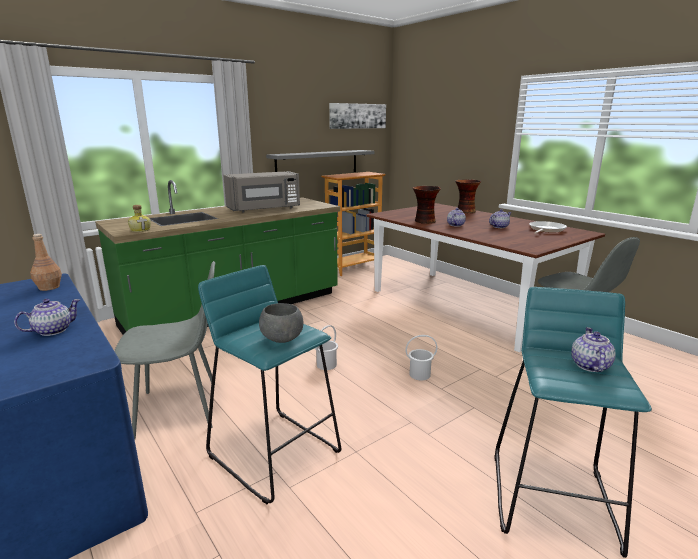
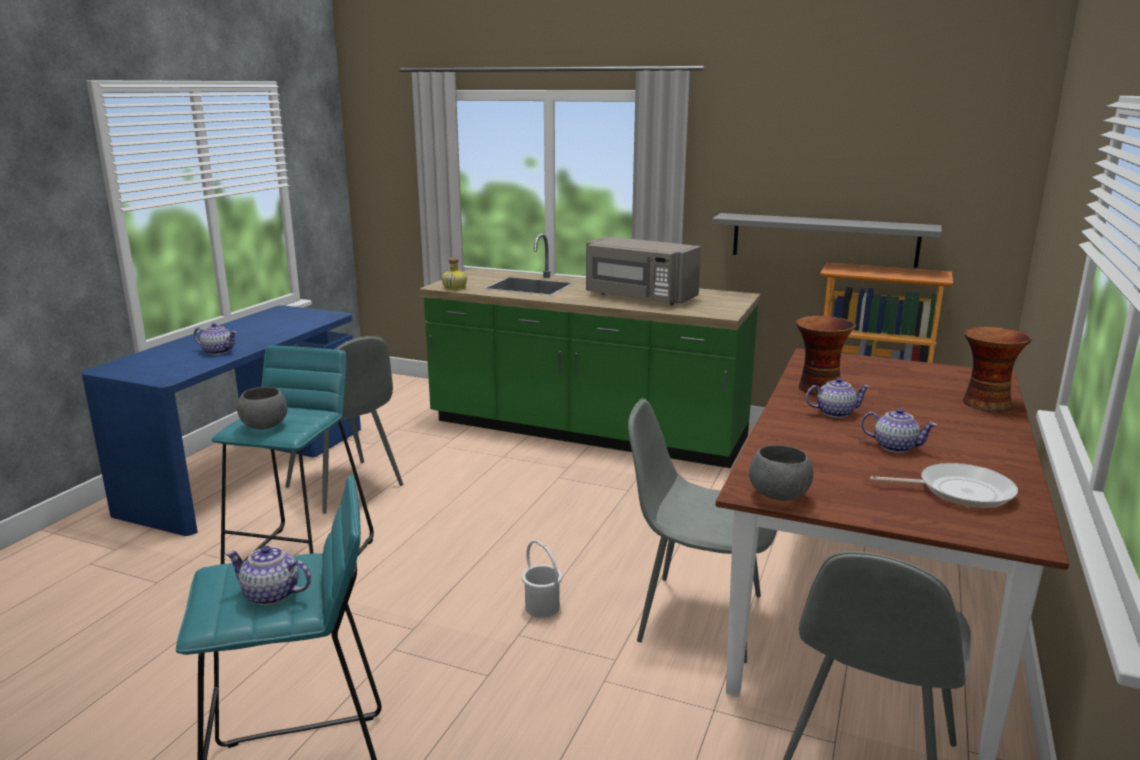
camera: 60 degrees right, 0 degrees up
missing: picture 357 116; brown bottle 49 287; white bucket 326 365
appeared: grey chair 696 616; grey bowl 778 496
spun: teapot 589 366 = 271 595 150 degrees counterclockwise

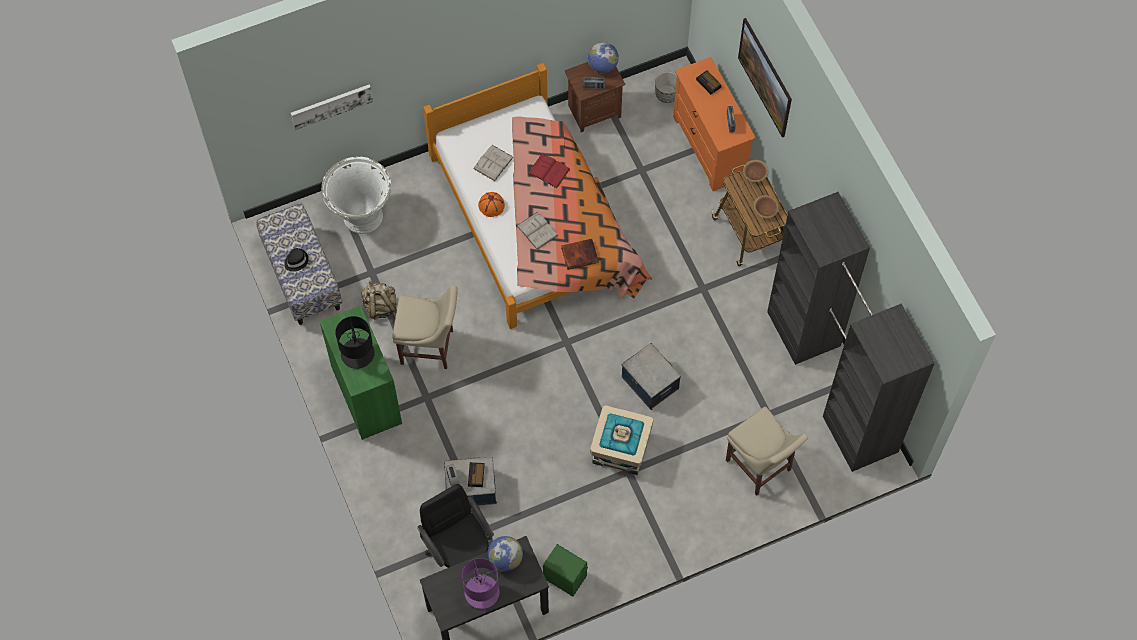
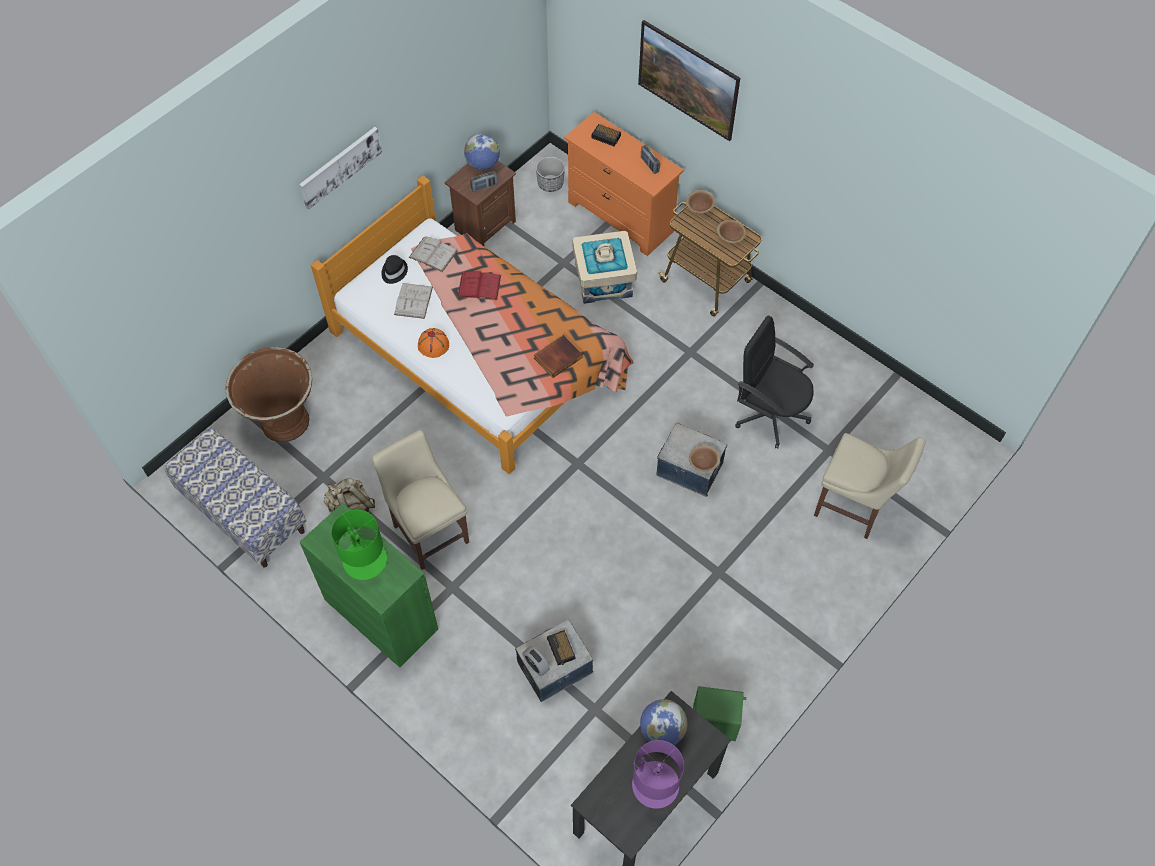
camera: 25 degrees left, 5 degrees down
missing: black wardrobe 832 381
appeared: brown bowl 703 462
relocated: picture 331 105 to 340 166; white book 537 230 to 433 254; black hat 296 261 to 394 271; beige storage box 621 448 to 603 280; black office chair 460 554 to 769 413
colour: white planter 362 216 to brown planter 284 422; black table lamp 357 353 to green table lamp 364 559
spun: beige chair 430 347 = 429 531 105 degrees counterclockwise

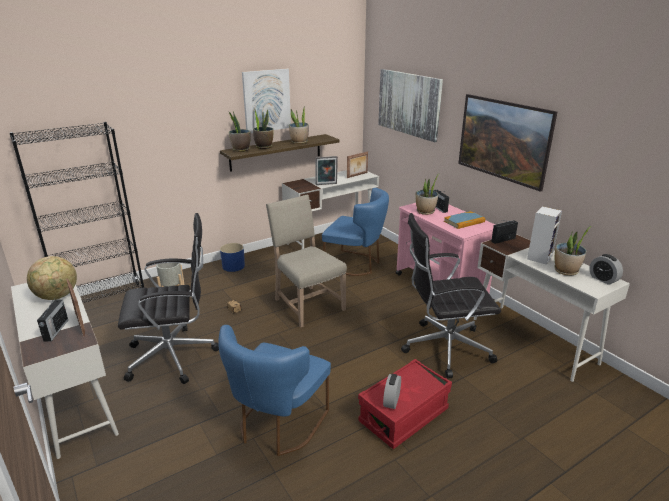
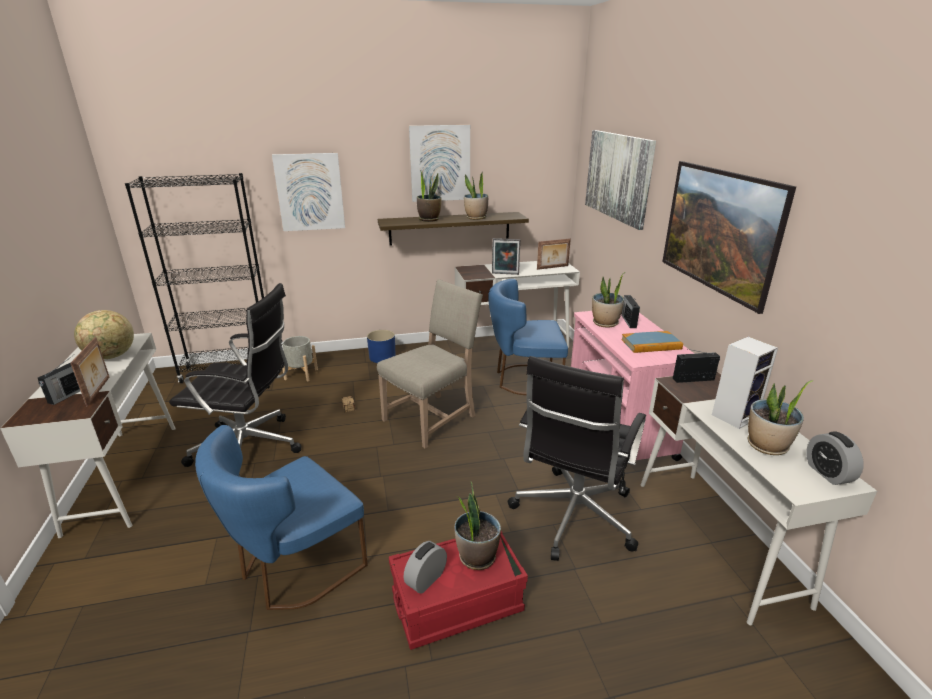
camera: 20 degrees right, 0 degrees up
appeared: picture 310 192
relocated: potted plant 240 150 to 476 556
spun: blue chair 356 264 = 524 379 135 degrees clockwise; beige chair 306 304 = 432 417 60 degrees clockwise; black office chair 444 348 = 572 517 75 degrees counterclockwise

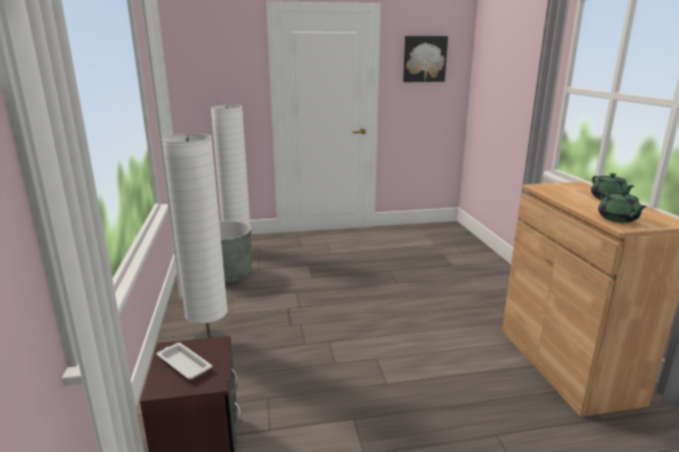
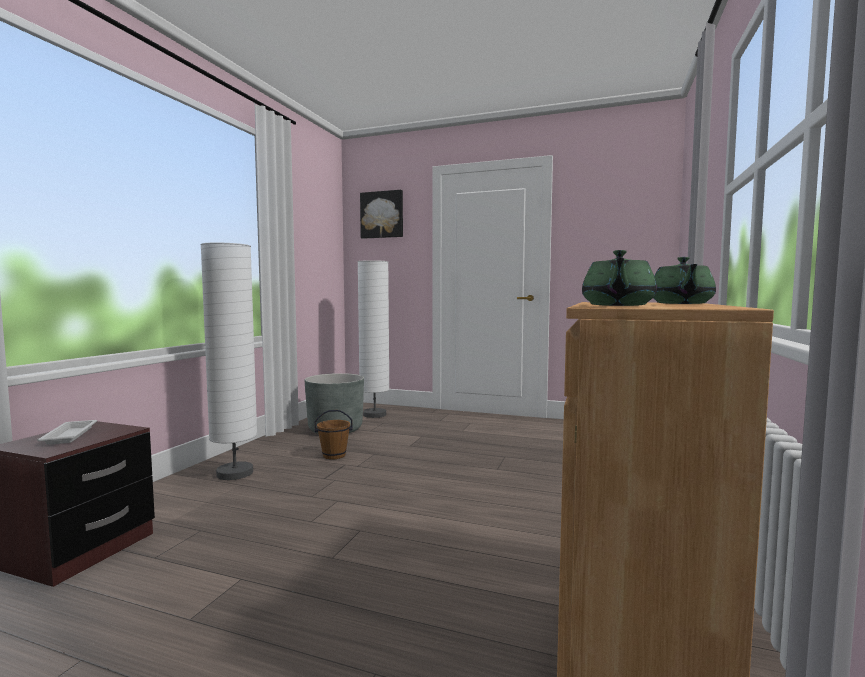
camera: 30 degrees right, 15 degrees down
appeared: brown bucket 334 455
relocated: picture 424 59 to 382 215

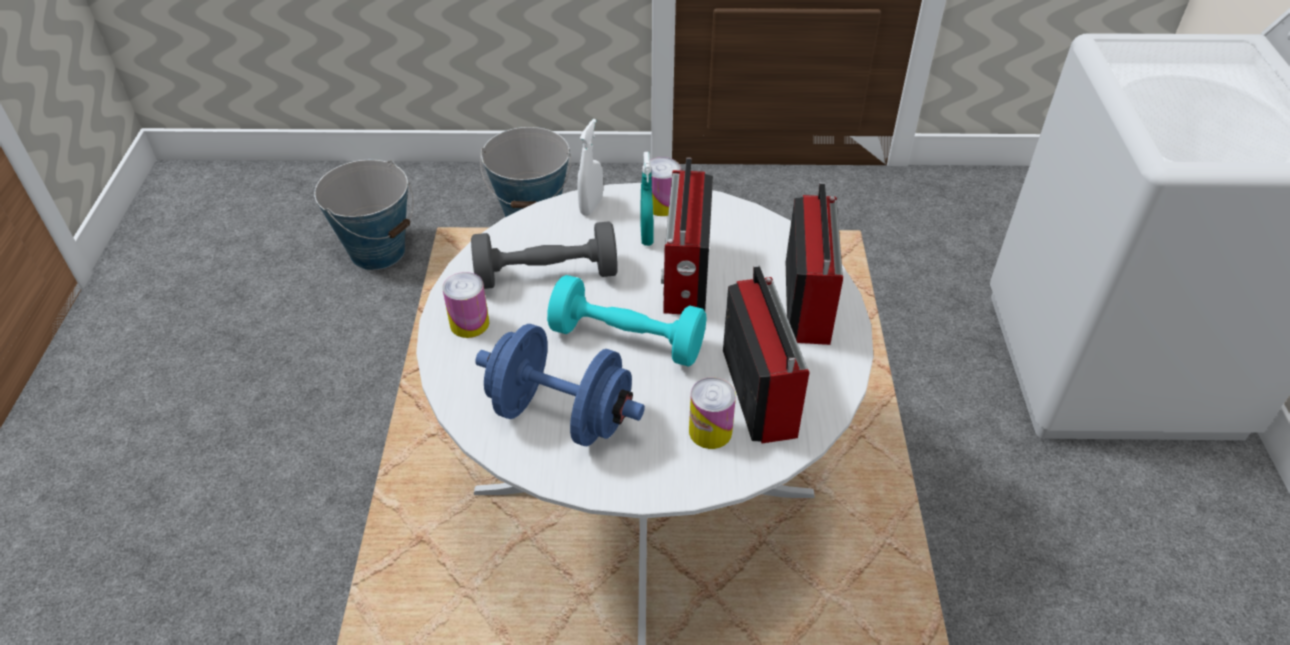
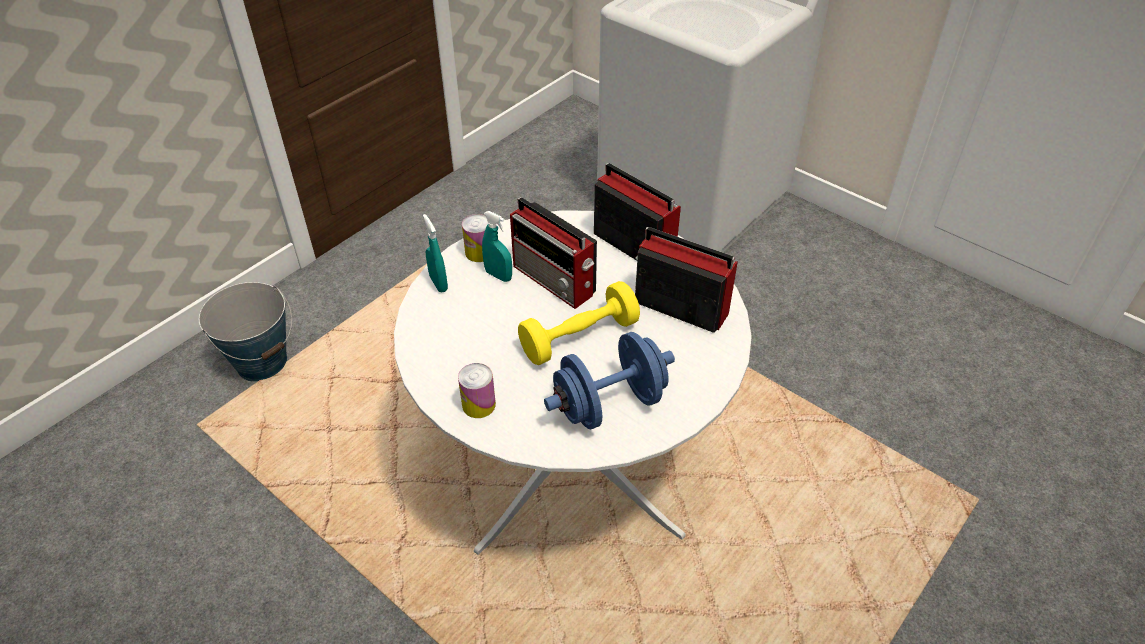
camera: 50 degrees left, 0 degrees up
missing: bucket 378 251; grey dumbbell 546 275; can 710 431
colour: white spray bottle 591 206 to turquoise spray bottle 438 283; turquoise dumbbell 627 340 to yellow dumbbell 579 338

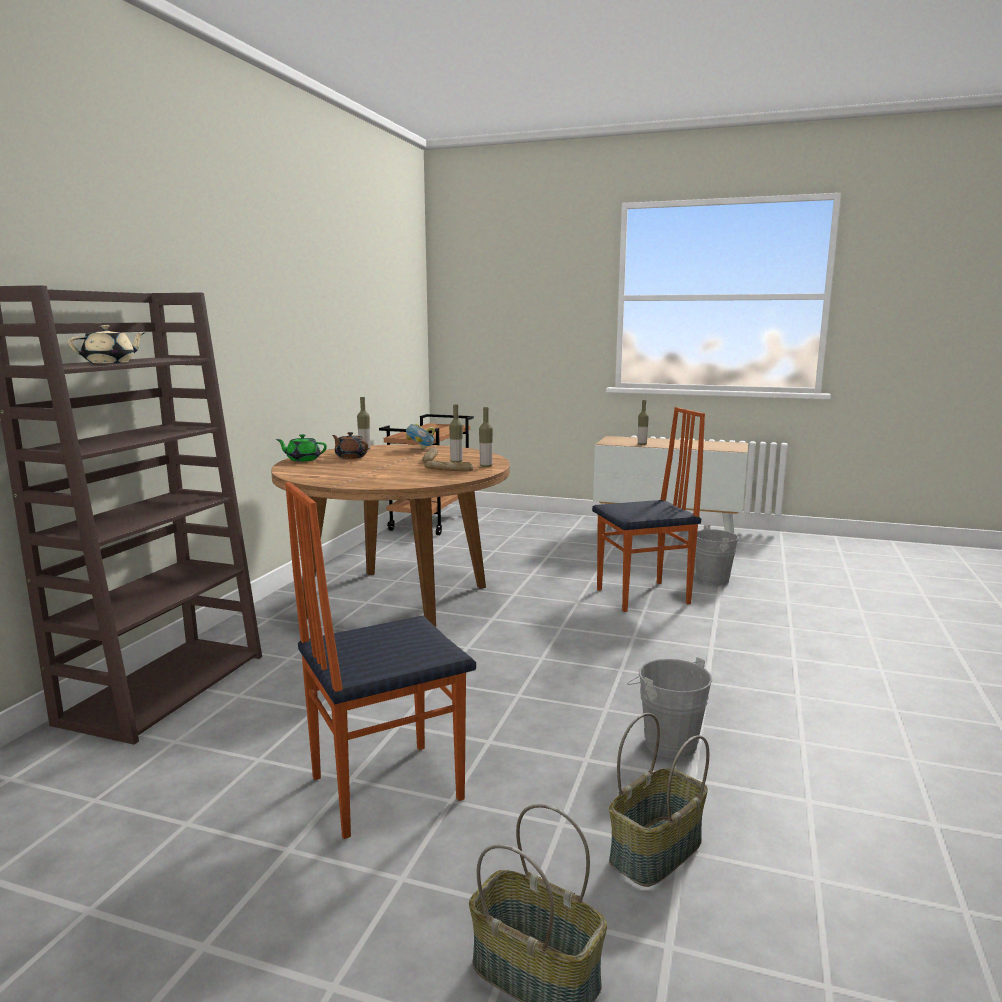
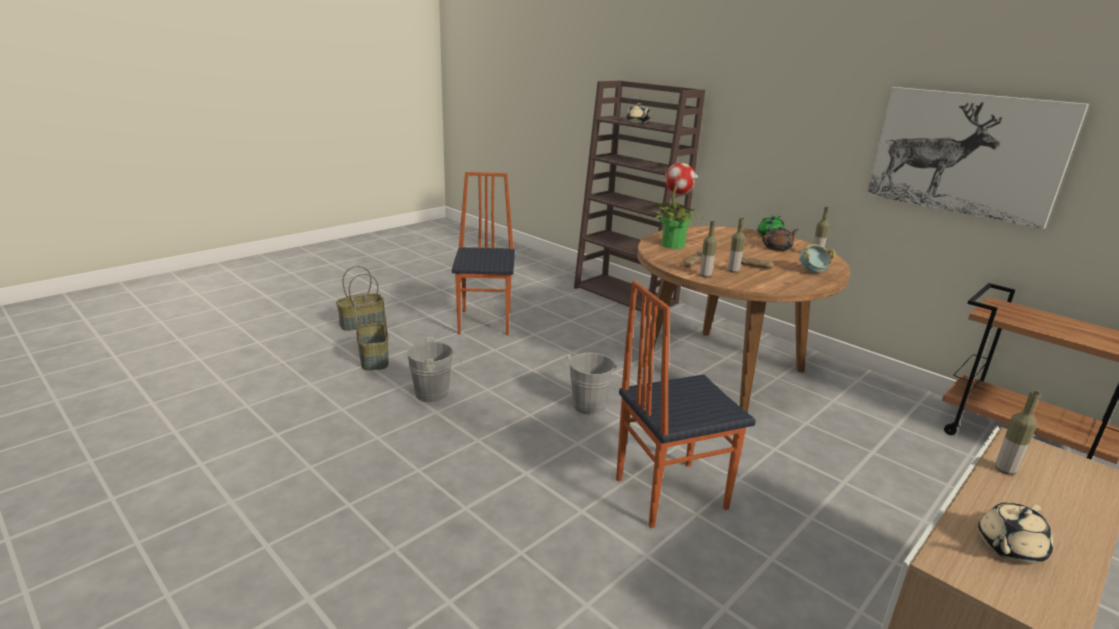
camera: 115 degrees right, 10 degrees up
appeared: picture 966 154; potted plant 672 245; beige teapot 1008 548
relocated: grey bucket 708 580 to 590 404
spun: chair 644 597 = 668 493 60 degrees clockwise

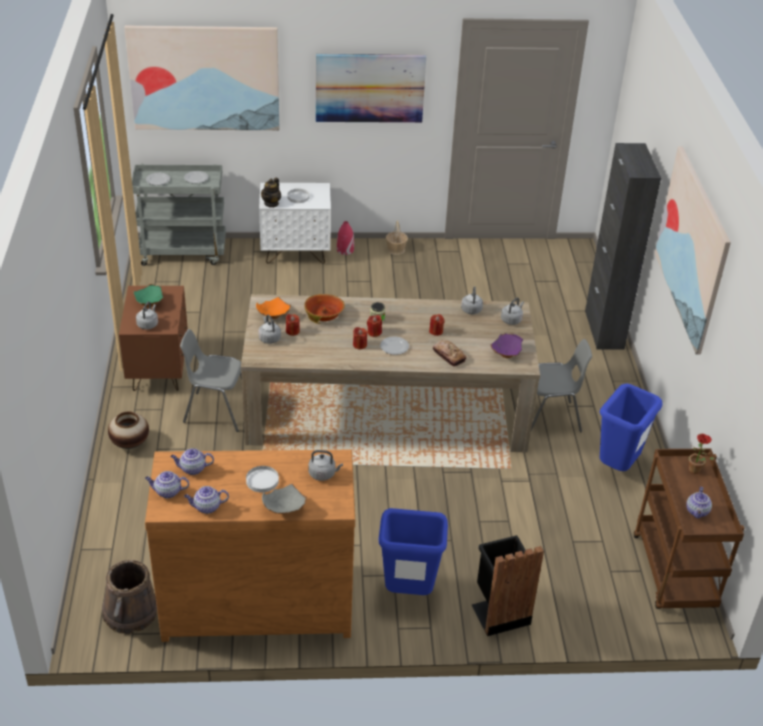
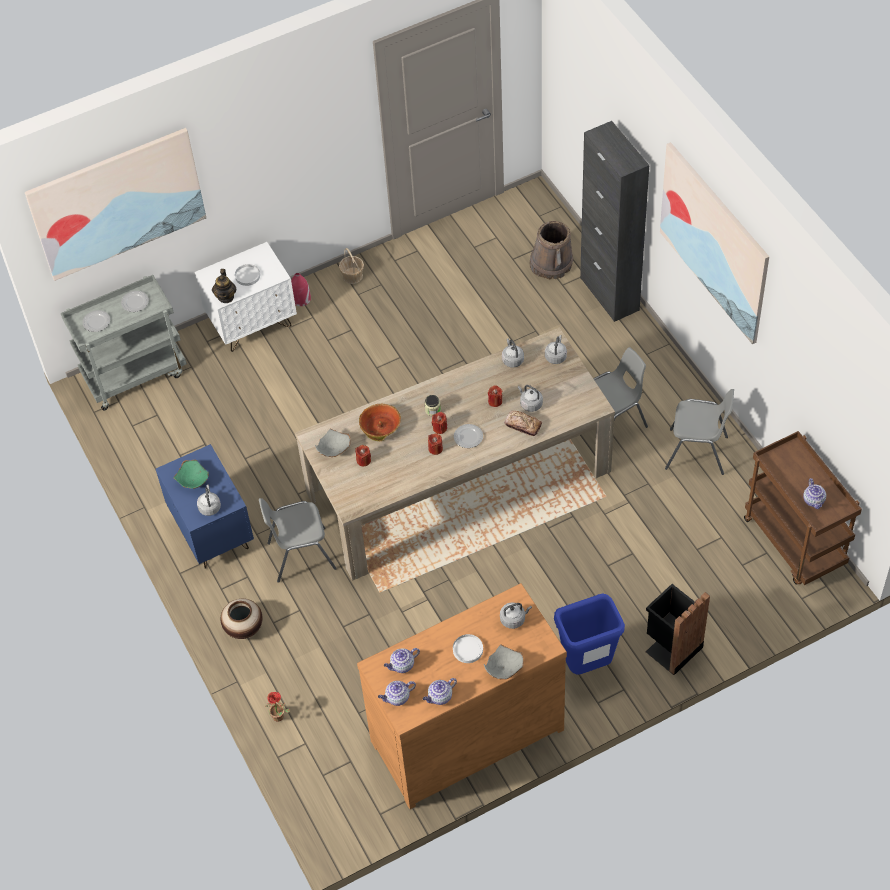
camera: 20 degrees left, 15 degrees up
missing: picture 370 87; purple bowl 505 354
relocated: grey kettle 269 338 to 530 404; potted plant 696 471 to 280 717; brown bucket 130 613 to 551 264
exchanged: blue trash can 617 467 to grey chair 697 453
colour: brown nightstand 158 370 to blue nightstand 212 533; orange bowl 273 316 to grey bowl 334 450

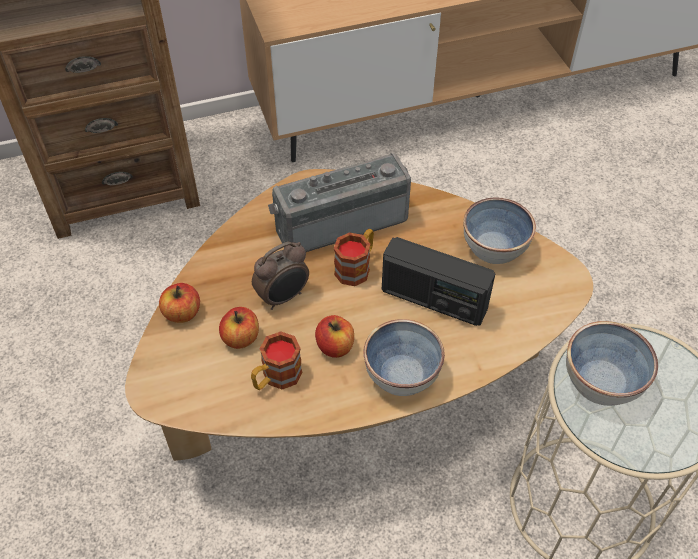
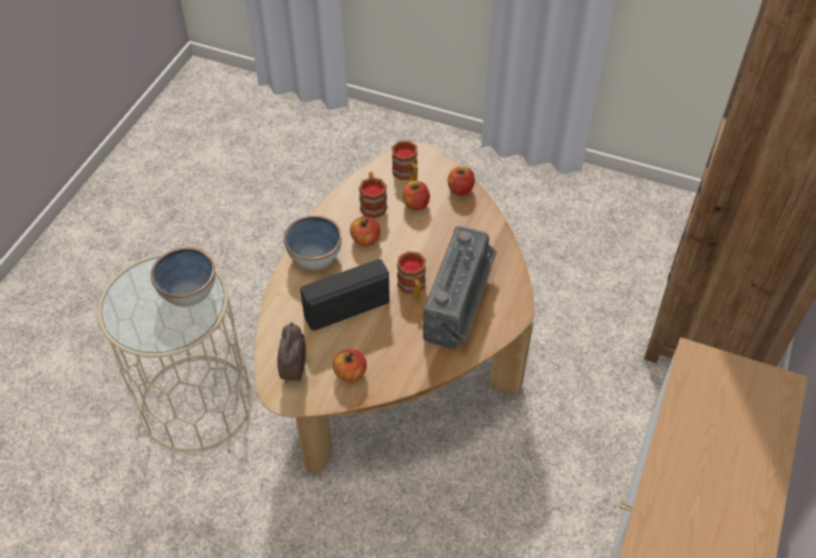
camera: 130 degrees right, 0 degrees up
appeared: mug 407 174
relocated: alarm clock 283 297 to 293 371
exchanged: bowl 494 248 to apple 350 373

